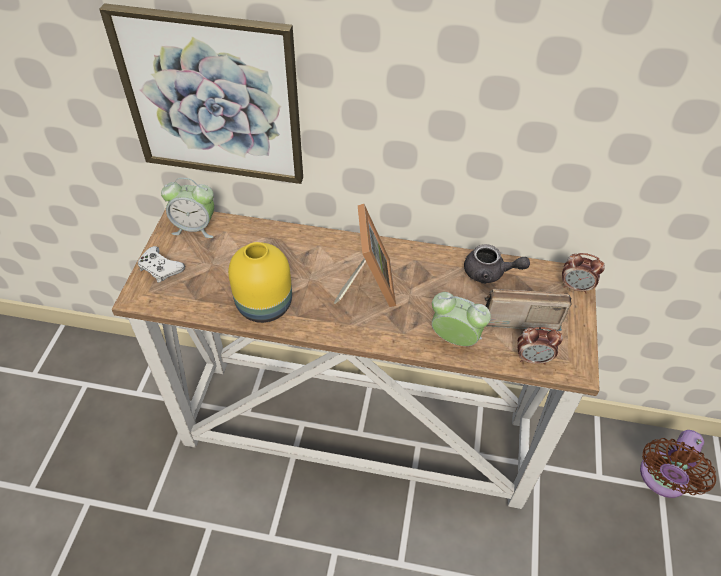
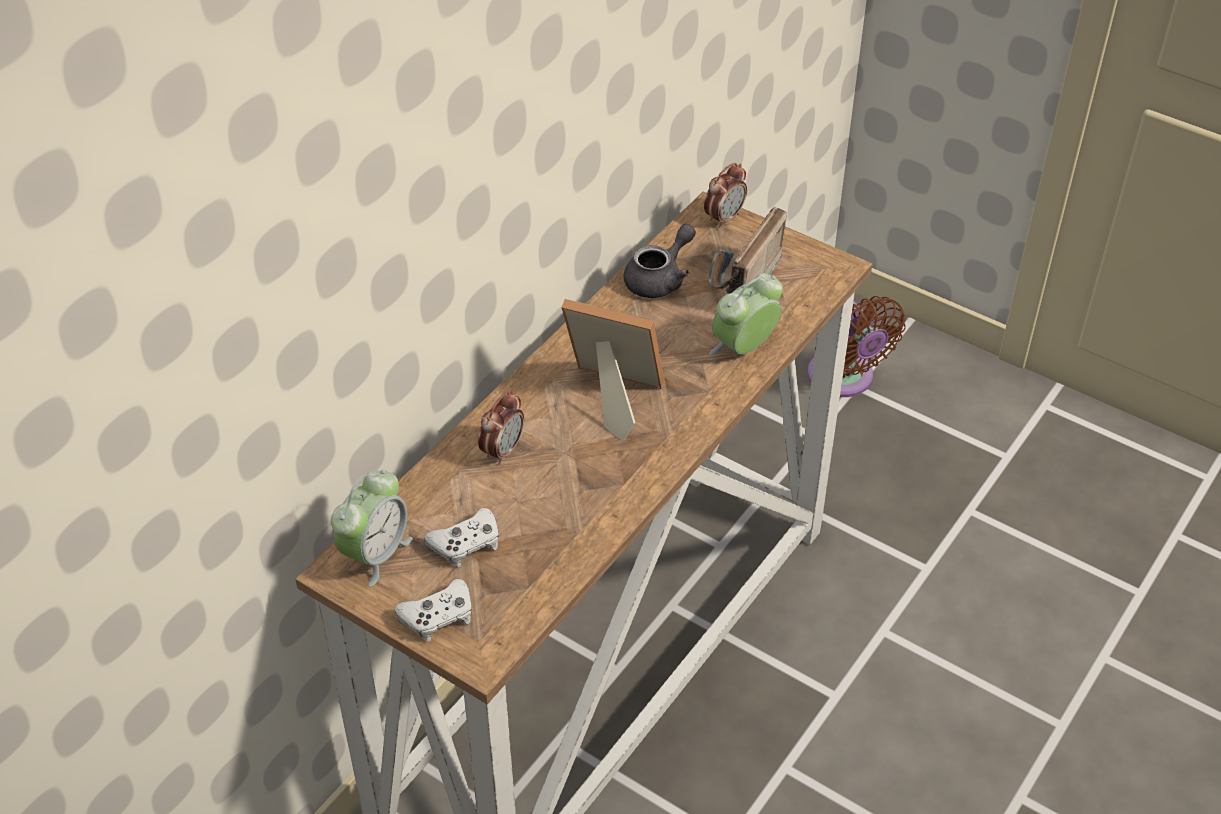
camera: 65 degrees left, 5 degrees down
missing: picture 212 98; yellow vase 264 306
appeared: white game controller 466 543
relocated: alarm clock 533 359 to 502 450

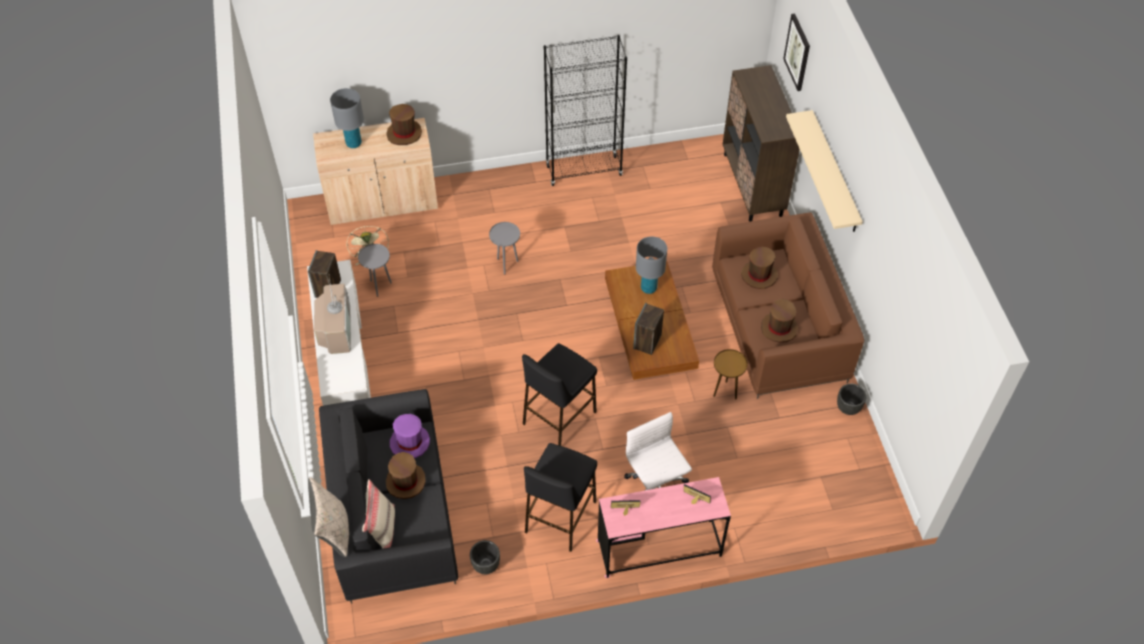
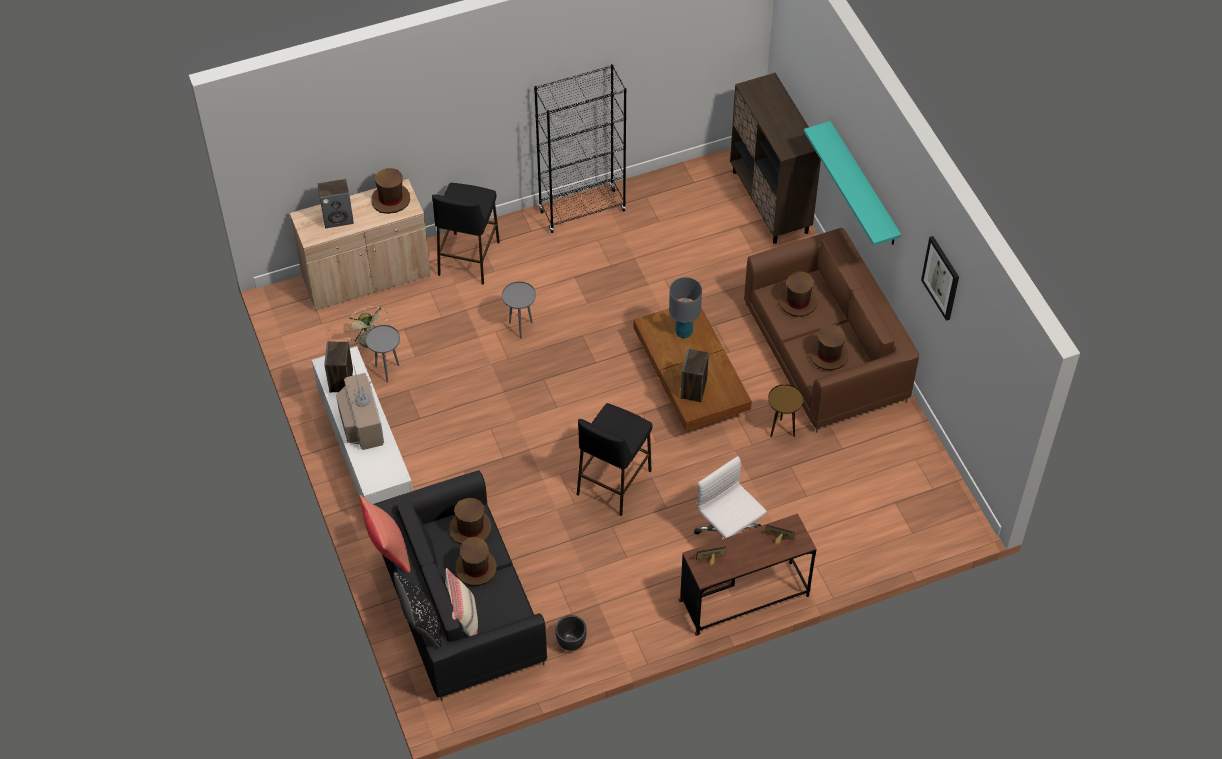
camera: 10 degrees left, 0 degrees up
missing: black planter 848 408
appeared: red pillow 387 549
relocated: picture 797 52 to 941 278; black stool 560 517 to 468 259
exchanged: grey table lamp 354 143 to speaker 338 218
colour: beige shelf 834 173 to turquoise shelf 863 185; purple hat 410 443 to brown hat 470 529; beige pillow 334 531 to black pillow 421 625; pink desk 659 548 to brown desk 744 598

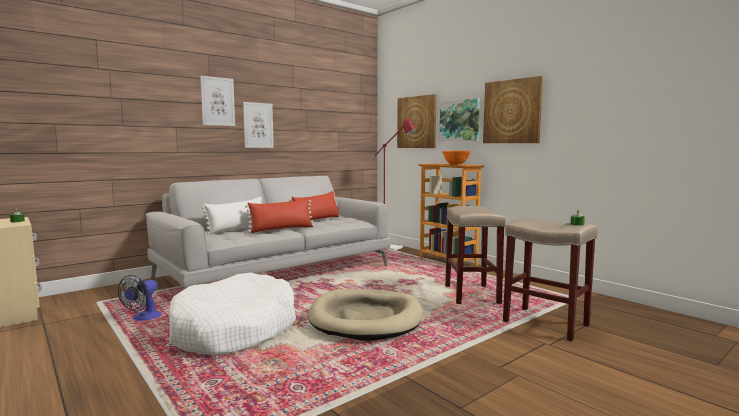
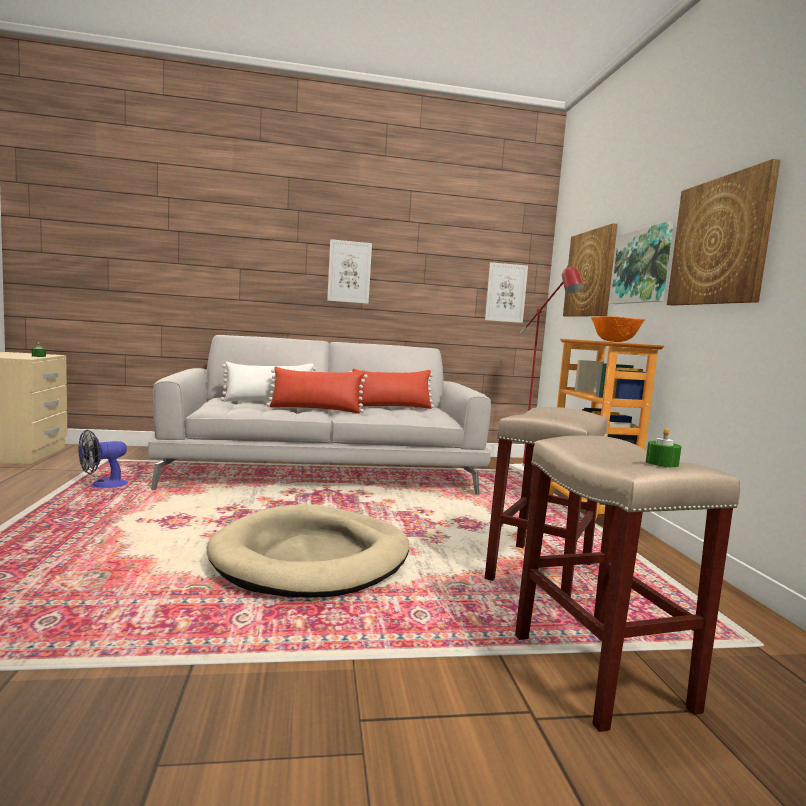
camera: 30 degrees right, 0 degrees up
missing: white dog bed 234 330
relocated: picture 217 101 to 506 293

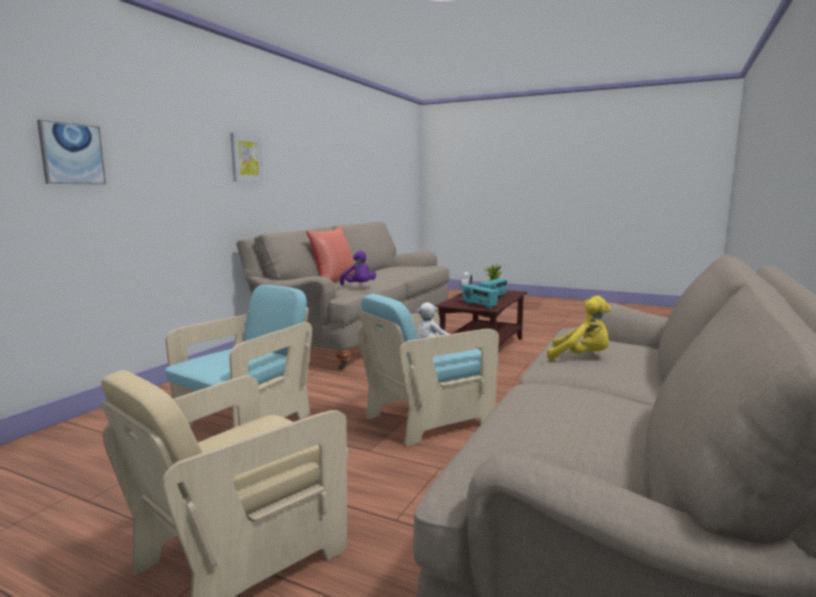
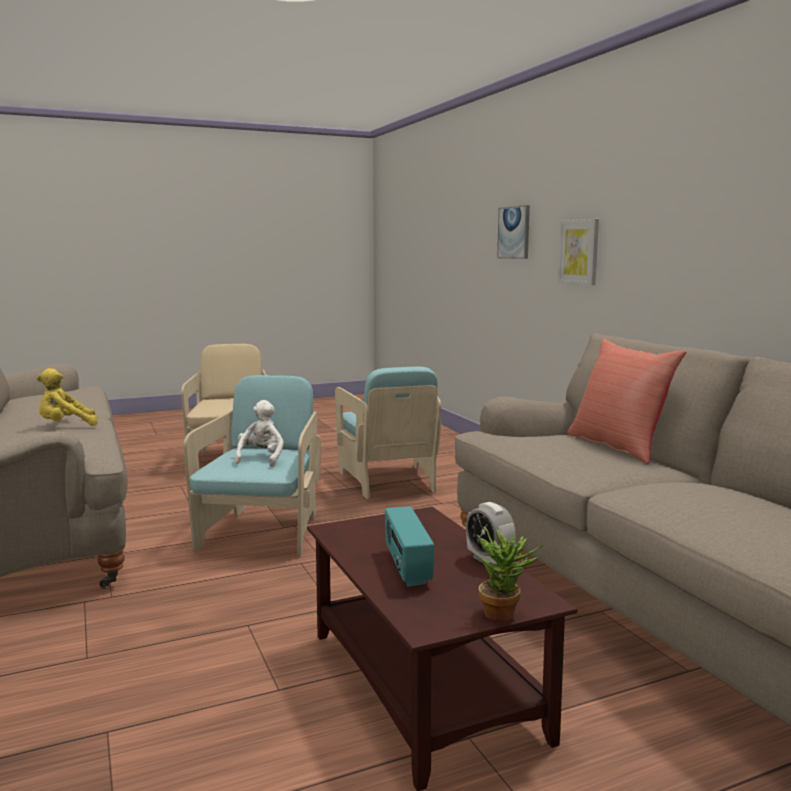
camera: 130 degrees right, 0 degrees up
missing: purple plush toy 359 286; radio 479 305
relocated: picture 246 158 to 579 252

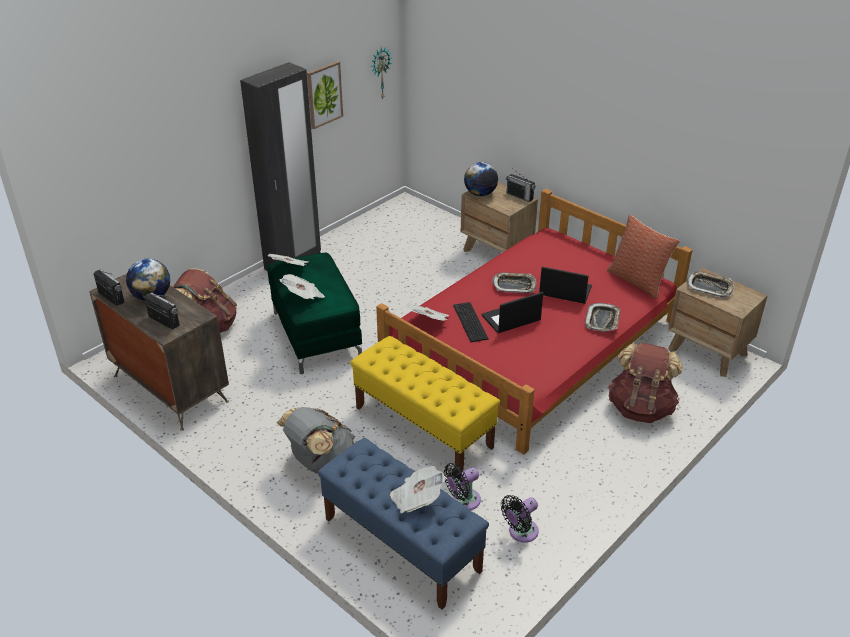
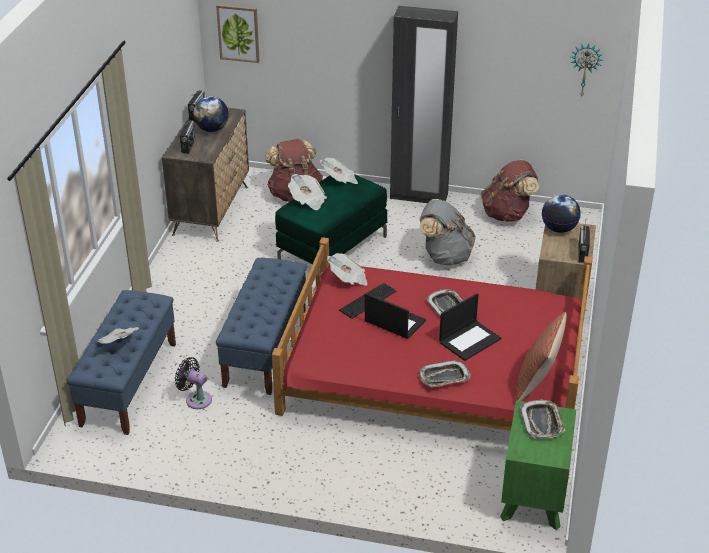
camera: 60 degrees right, 0 degrees up
missing: black fan 521 532
relocated: picture 324 94 to 238 33; brown backpack 640 408 to 507 214; grey backpack 321 463 to 445 256
colour: brown nightstand 708 352 to green nightstand 533 497; yellow bench 423 427 to blue bench 265 348
spun: laptop 564 291 = 470 340 60 degrees clockwise

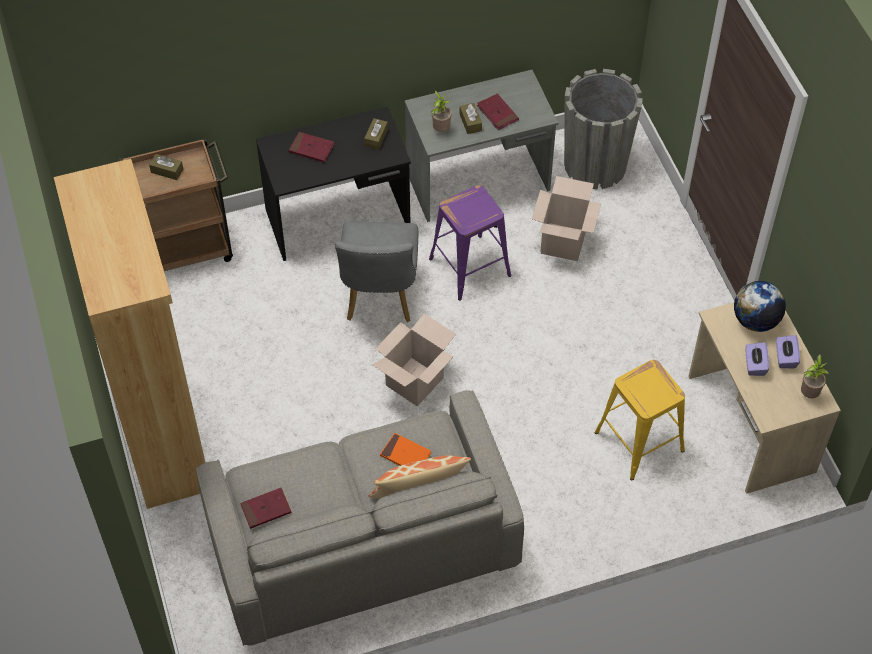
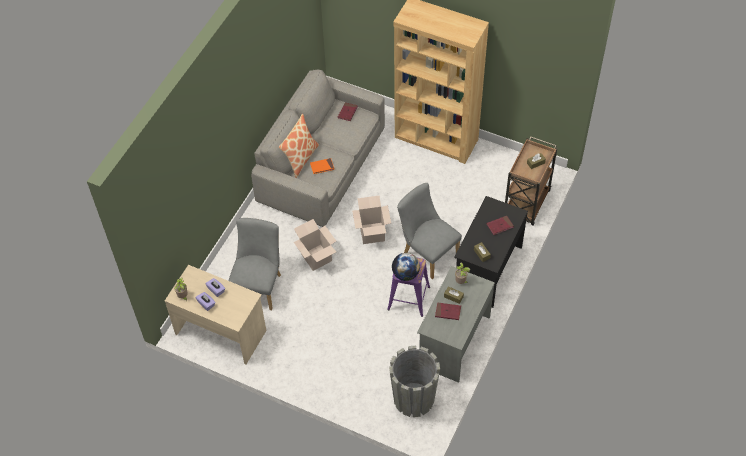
camera: 135 degrees right, 0 degrees up
relocated: cardboard box 563 242 to 316 257; globe 755 320 to 405 274
exchanged: yellow stool 638 441 to grey chair 259 285

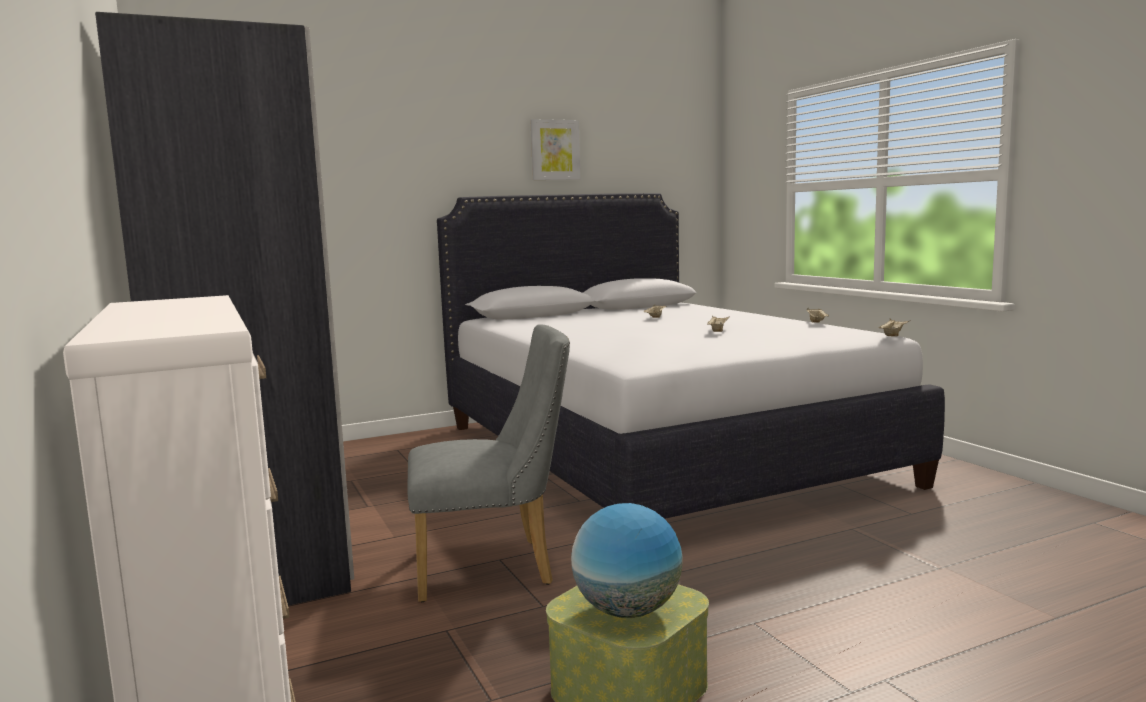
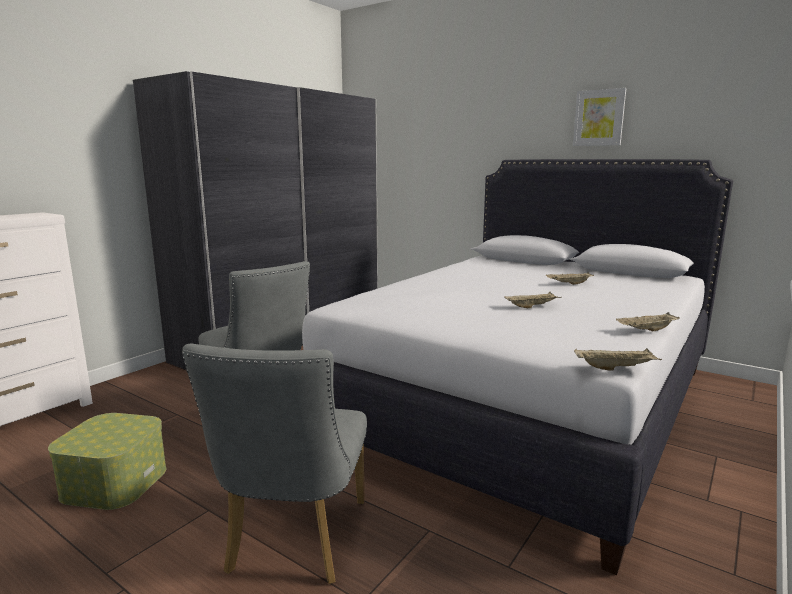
camera: 60 degrees right, 5 degrees up
missing: globe 627 611
appeared: grey chair 294 543

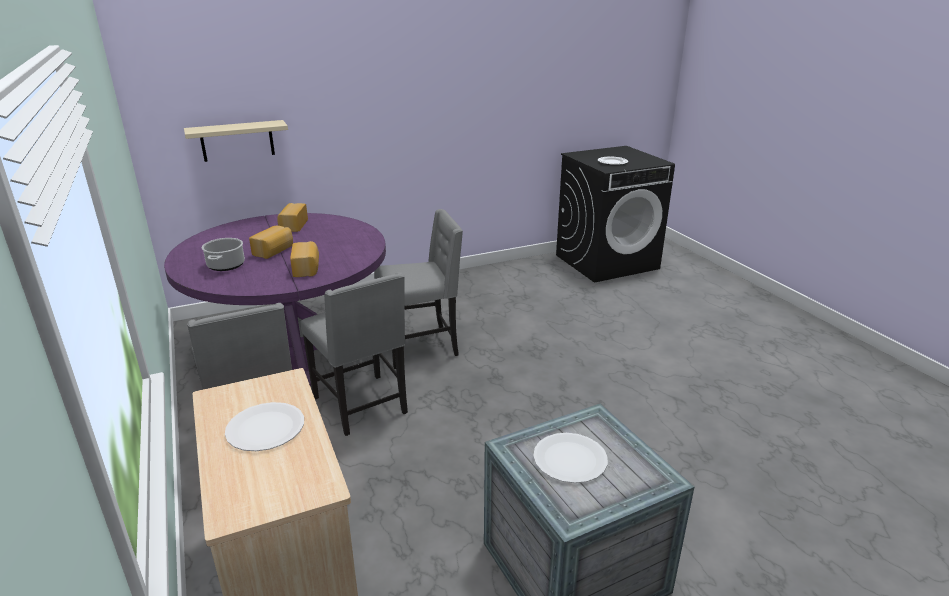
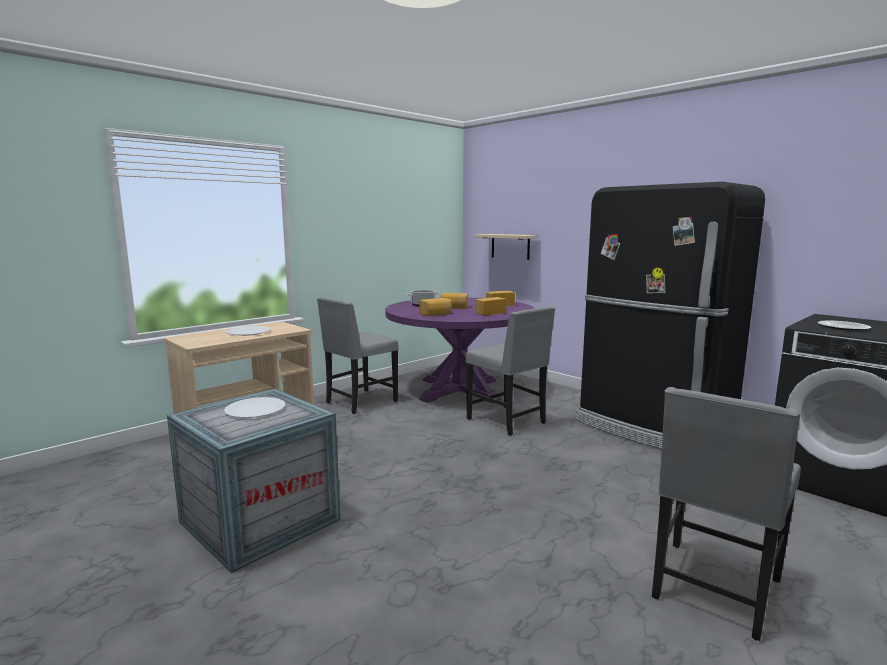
camera: 70 degrees right, 15 degrees down
appeared: black fridge 653 427; bread 489 313
relocated: grey chair 362 406 to 713 590

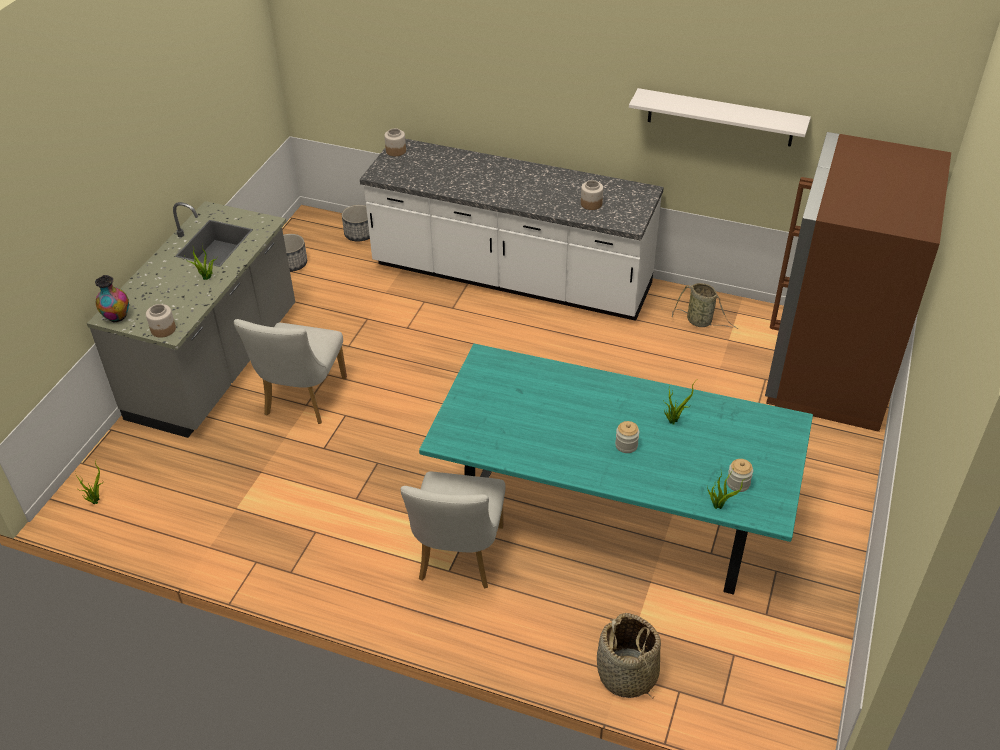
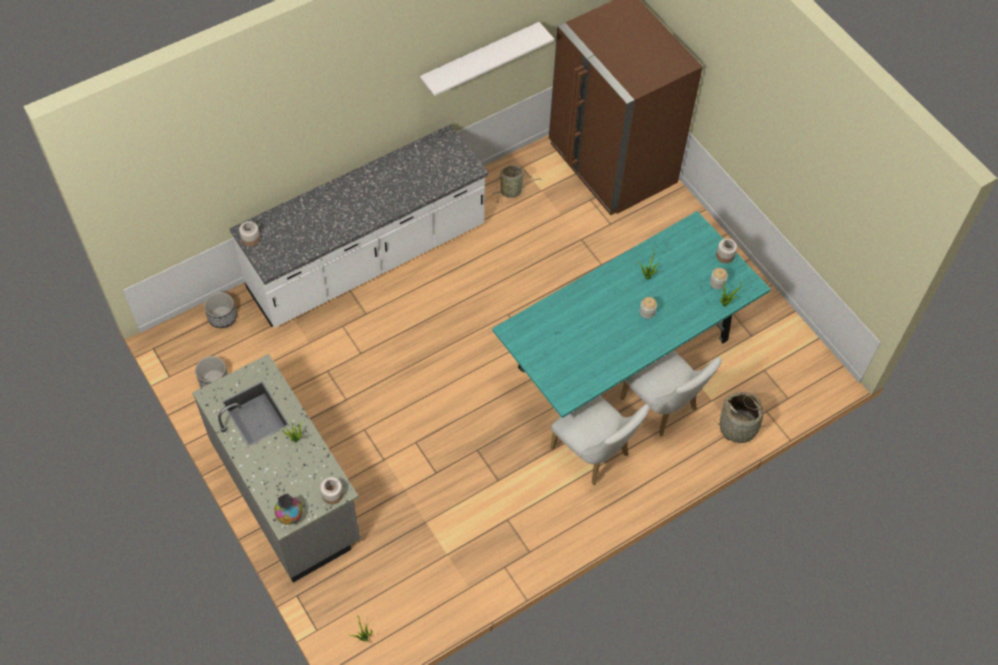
camera: 55 degrees left, 15 degrees up
relocated: jar 591 204 to 725 256; white chair 302 401 to 663 407

